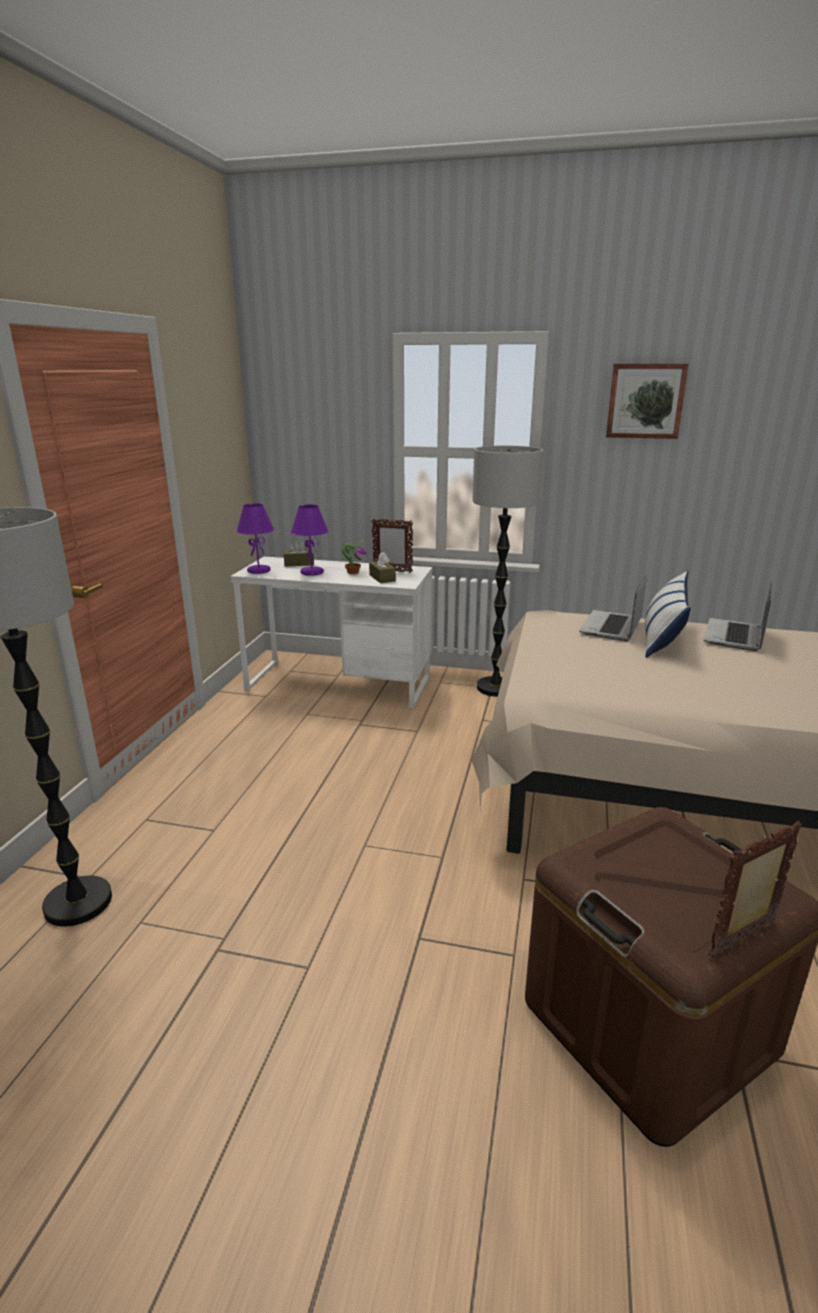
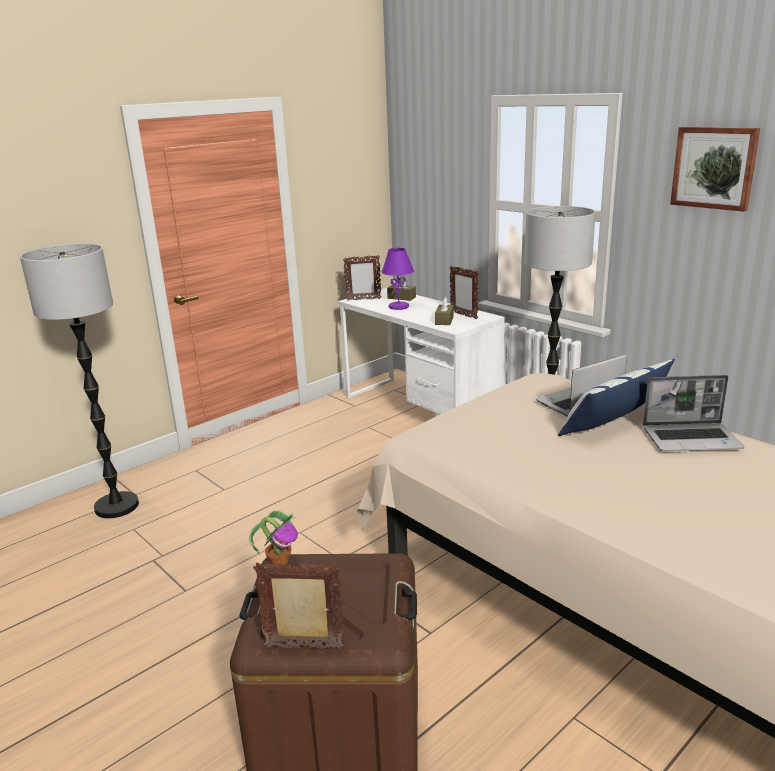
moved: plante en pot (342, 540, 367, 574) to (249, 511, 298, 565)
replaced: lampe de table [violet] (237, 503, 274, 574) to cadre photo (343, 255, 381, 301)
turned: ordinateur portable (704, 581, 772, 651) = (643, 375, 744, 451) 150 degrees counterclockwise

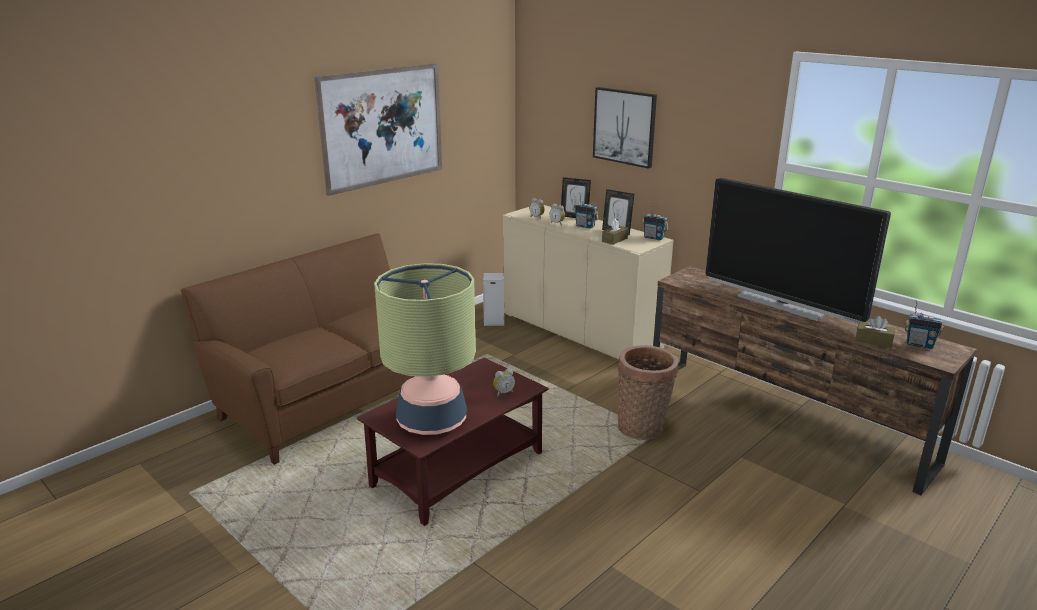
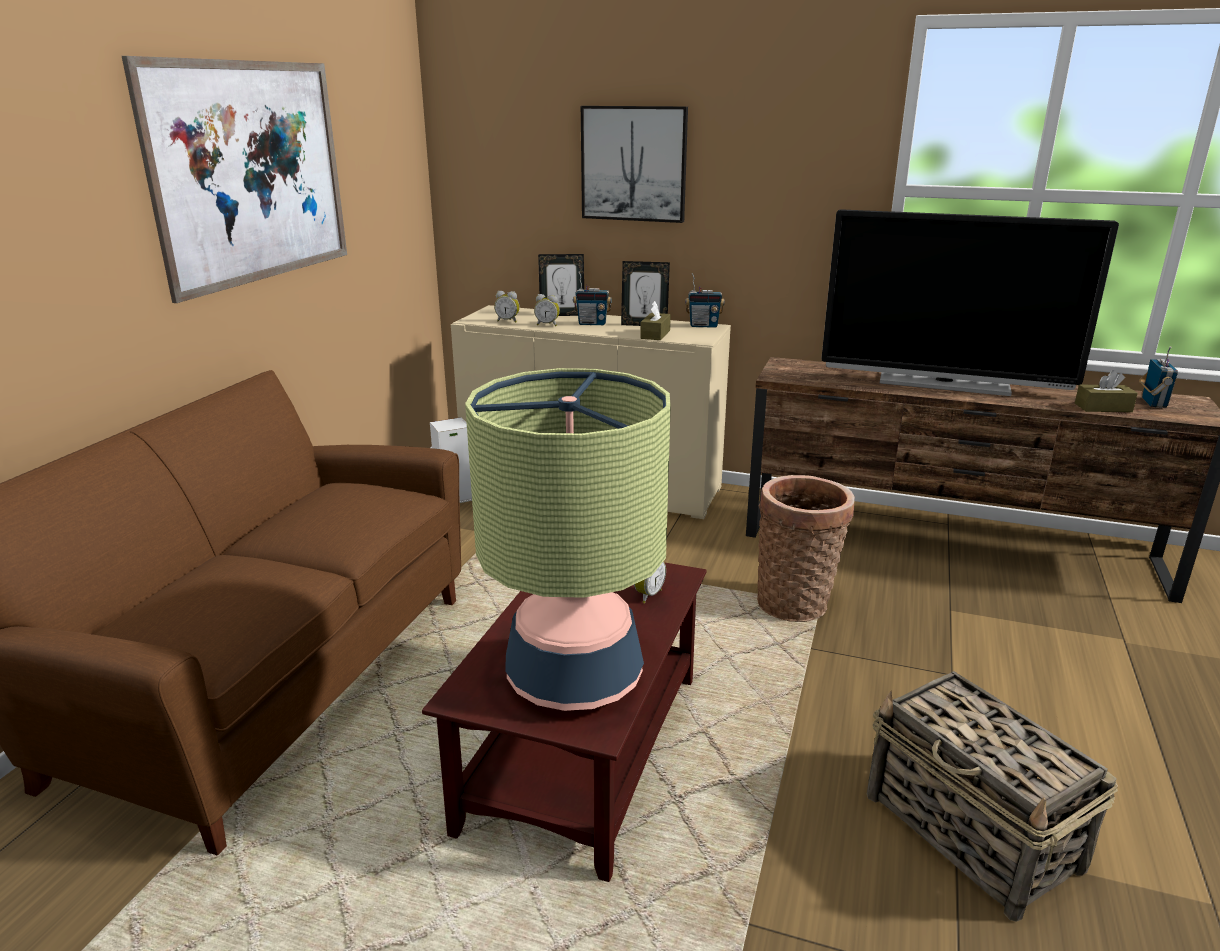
added: panier (867, 671, 1118, 922)
turned: radio (905, 300, 944, 349) = (1139, 346, 1178, 408) 75 degrees counterclockwise

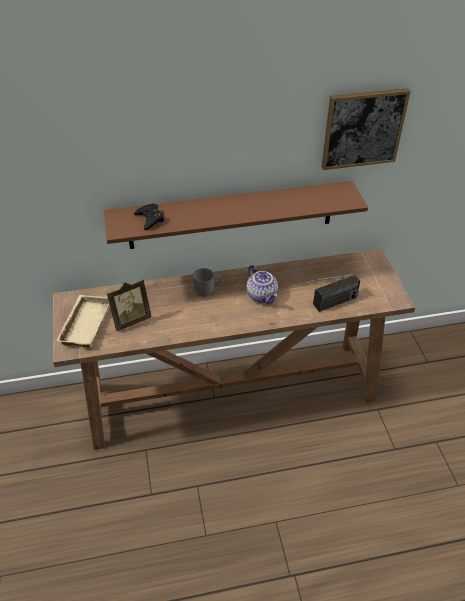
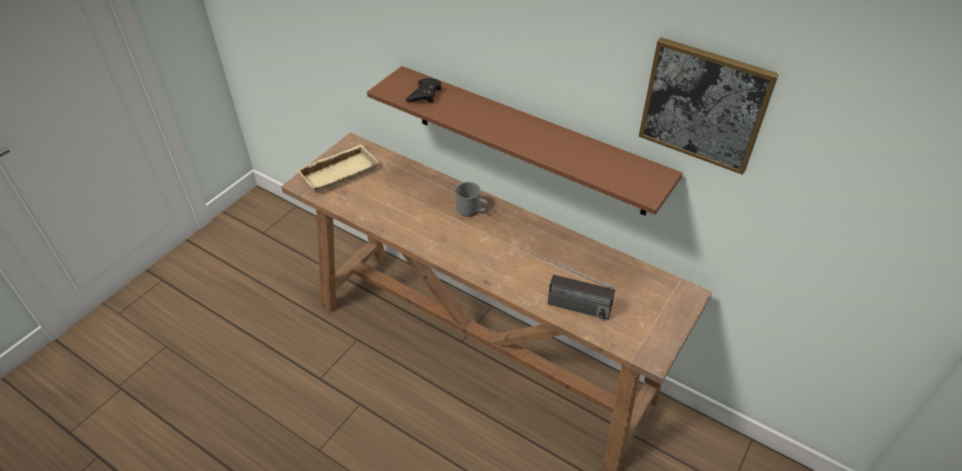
removed: cadre photo (107, 280, 151, 331); théière (247, 265, 278, 304)

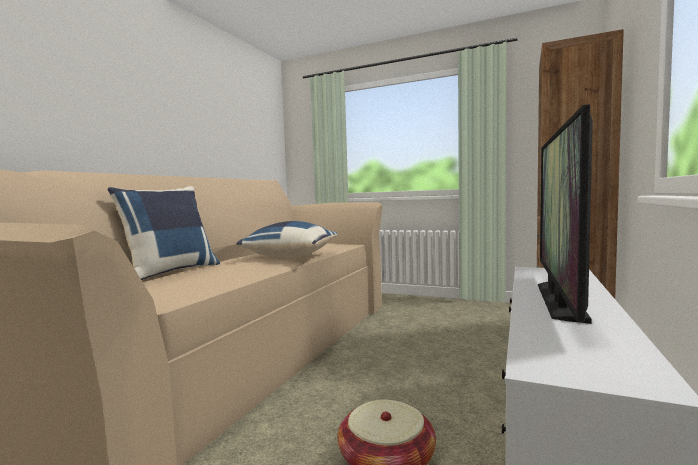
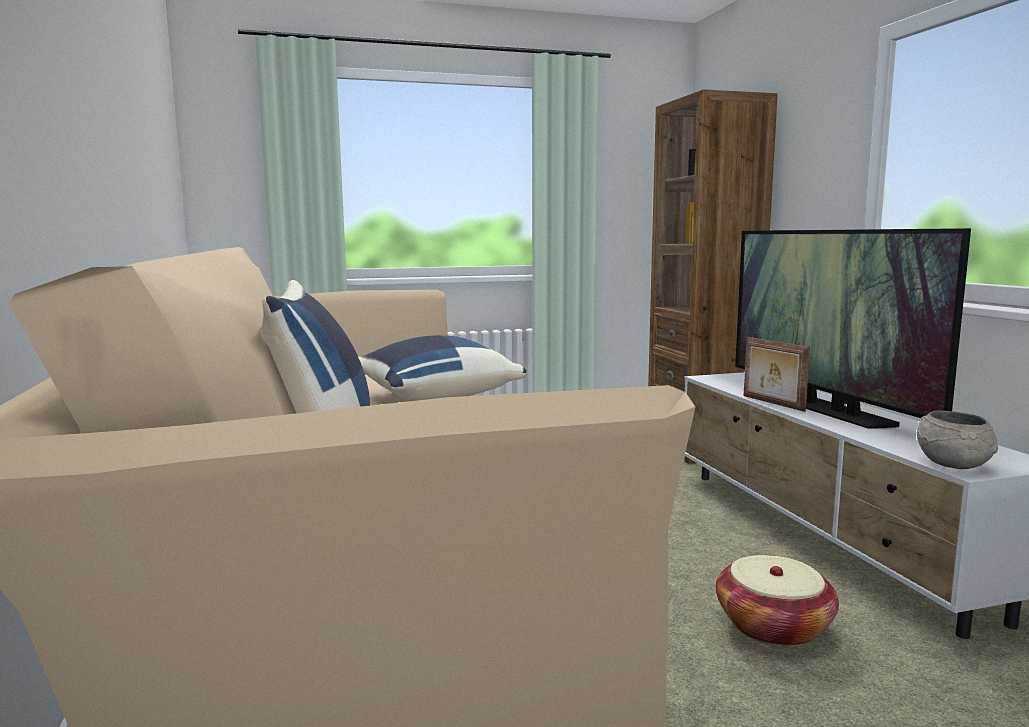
added: cadre photo (744, 337, 810, 412); bol [gris] (917, 410, 998, 469)

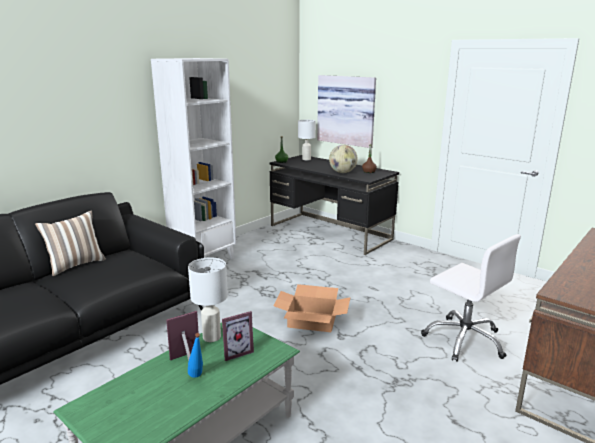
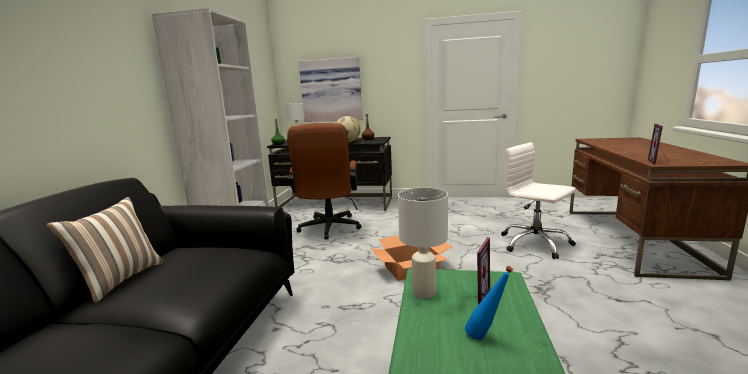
added: chaise de bureau [marron] (287, 123, 362, 240)
moved: cadre photo (166, 311, 199, 361) to (648, 124, 669, 165)
turned: chaise de bureau [blanc] (421, 234, 521, 362) = (501, 143, 576, 259) 150 degrees counterclockwise

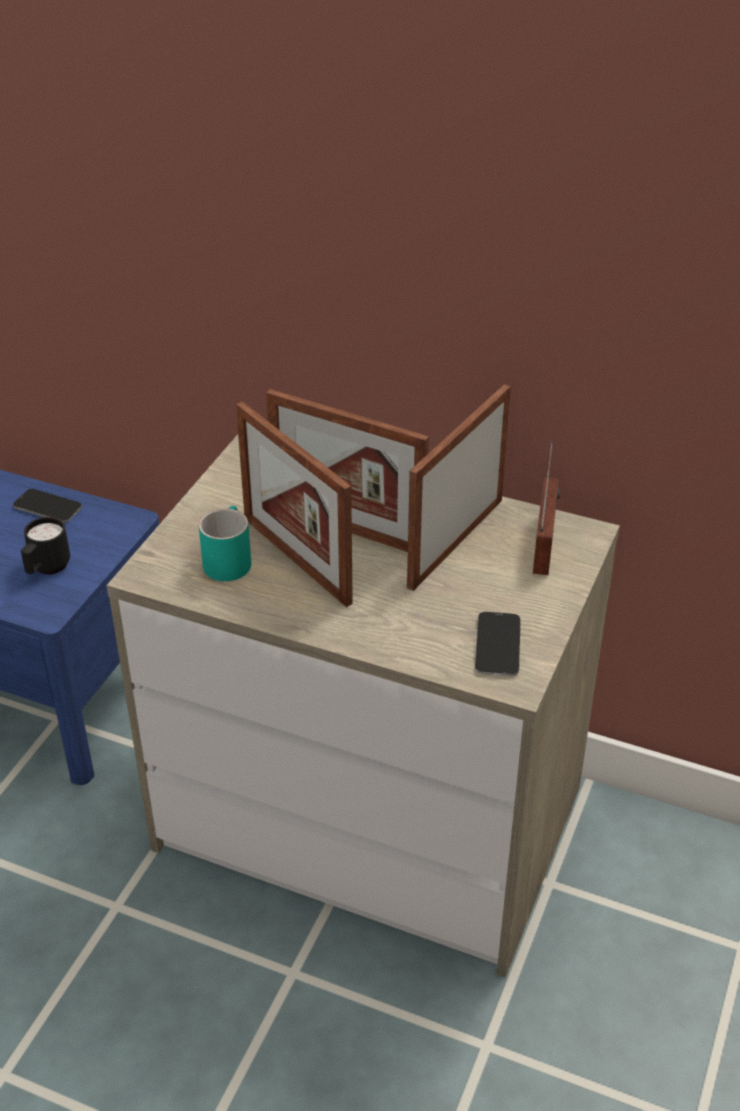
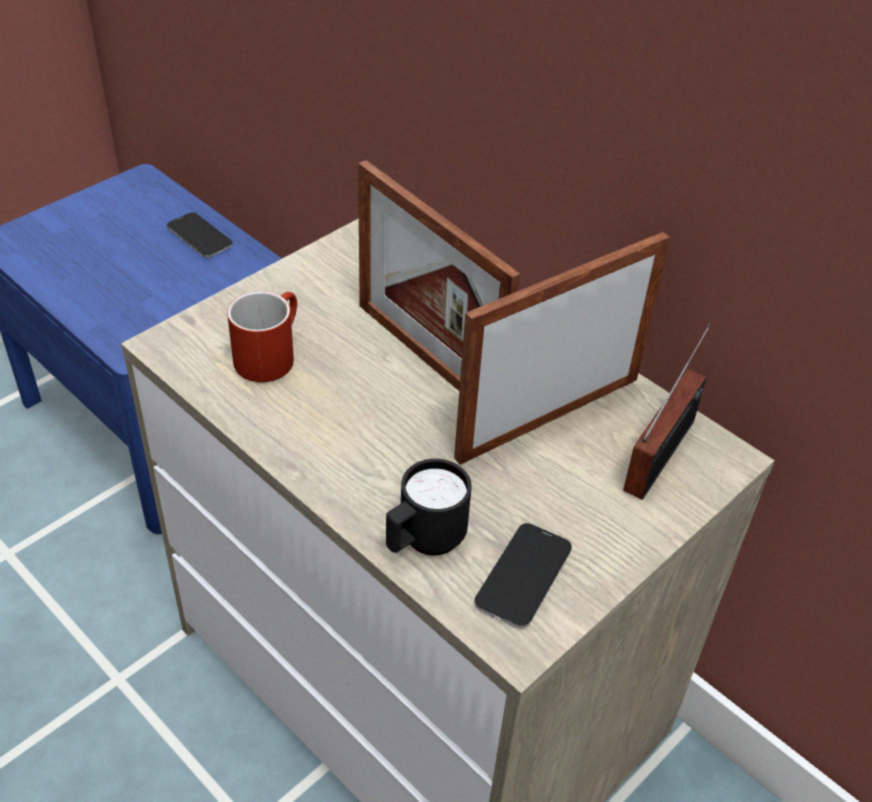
removed: cadre photo (236, 402, 353, 607)
moved: mug [noir] (21, 517, 70, 574) to (386, 459, 472, 555)
recoloured: mug [turquoise] (199, 506, 251, 581) to mug [rouge] (227, 291, 297, 382)

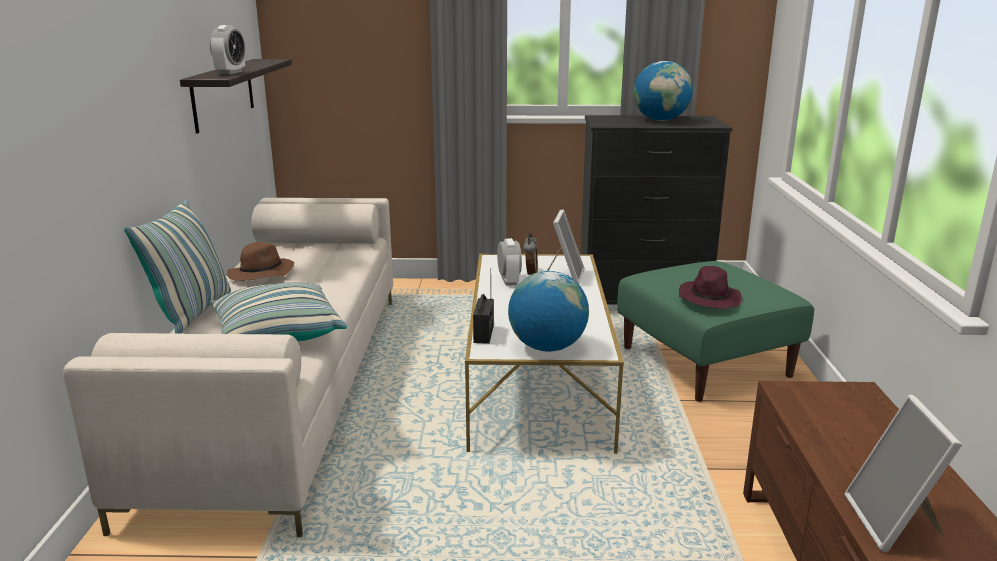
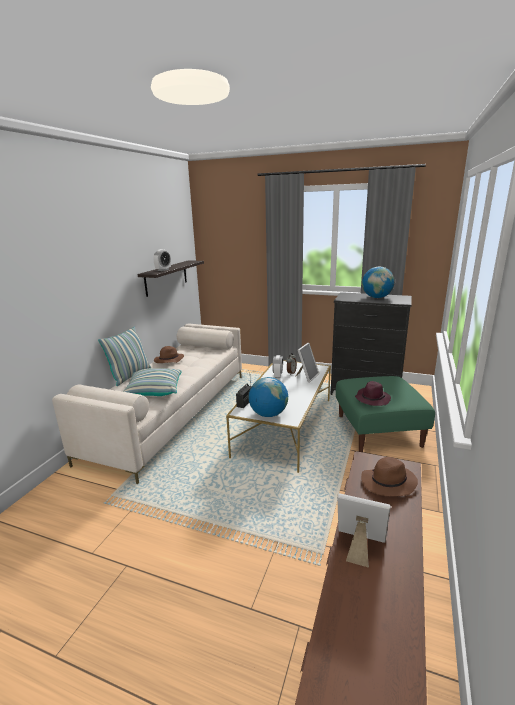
added: chapeau [marron] (361, 457, 418, 496)
turned: cadre photo (844, 395, 962, 552) = (337, 493, 390, 568) 90 degrees clockwise

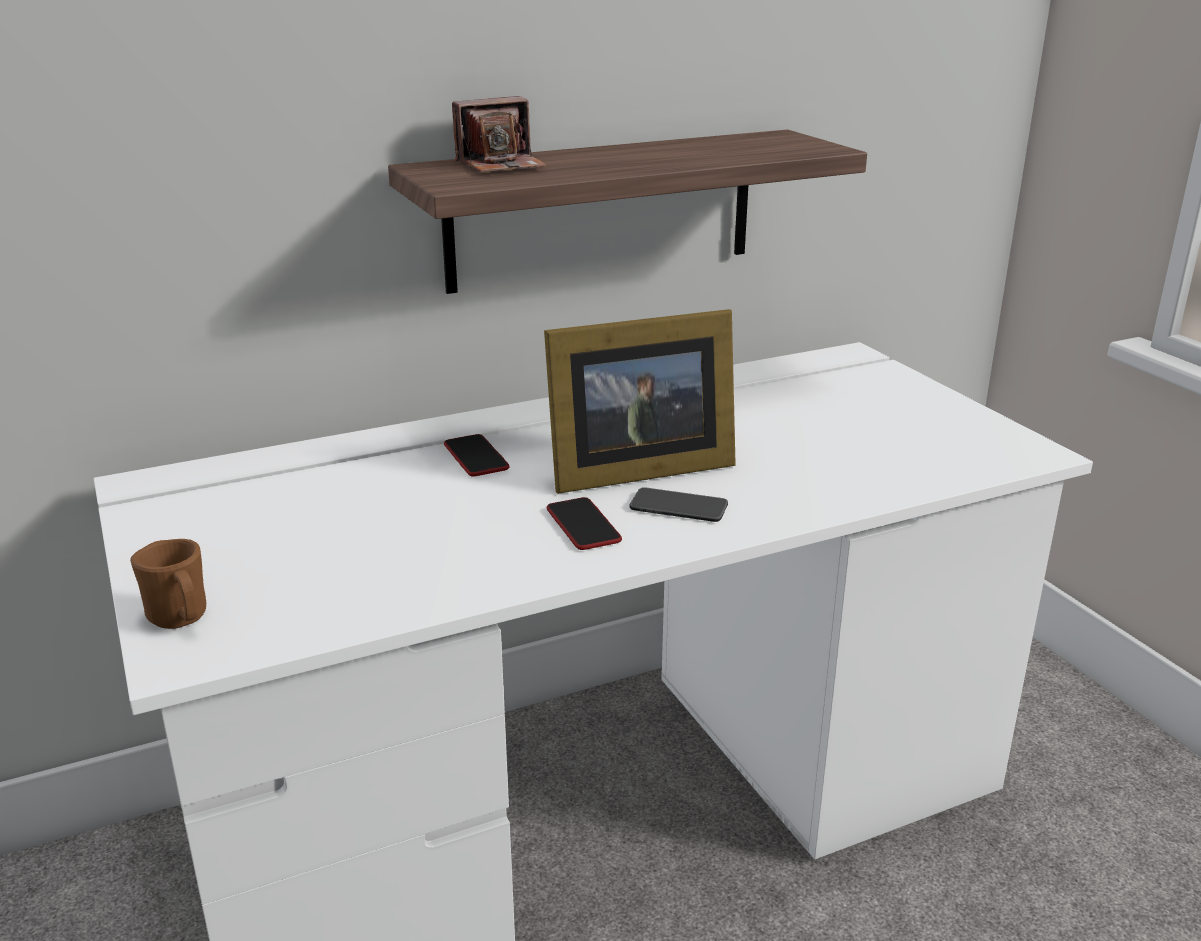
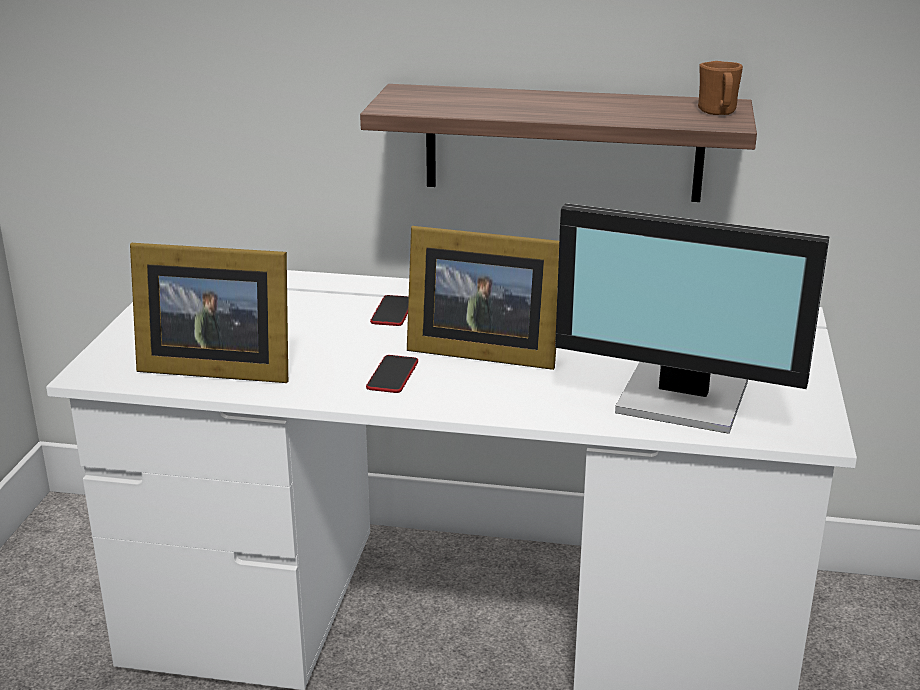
removed: appareil photo (452, 96, 547, 172); téléphone (629, 487, 728, 522)
added: cadre photo (130, 243, 288, 383); écran d'ordinateur (555, 203, 830, 434)
moved: mug [marron] (130, 539, 206, 629) to (698, 61, 743, 115)

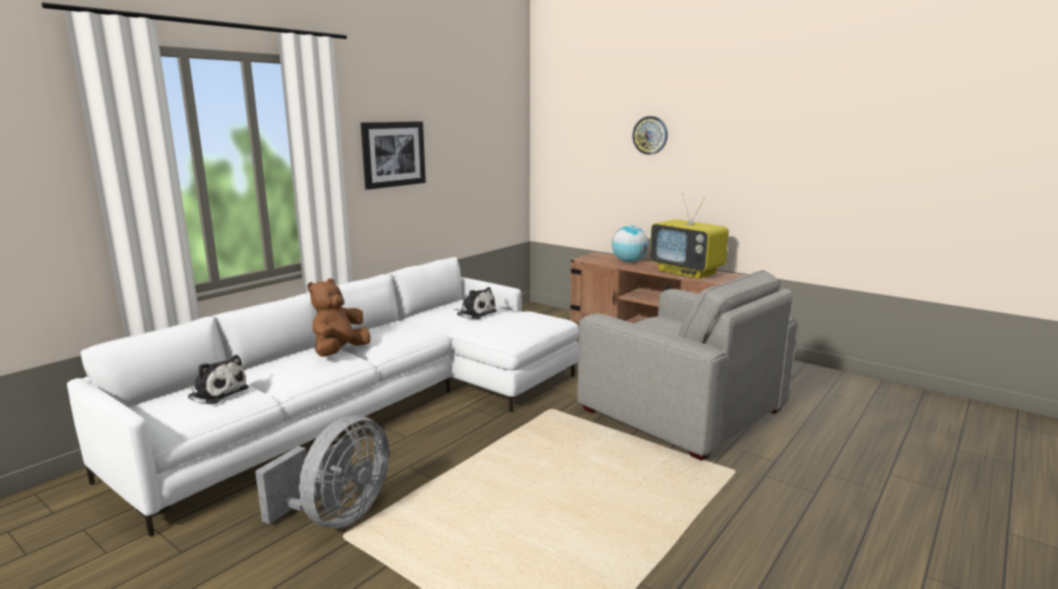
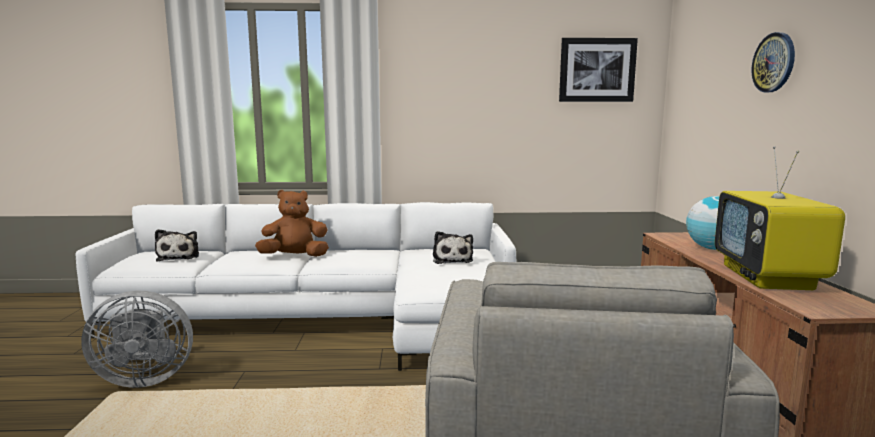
moved: tableau (361, 121, 426, 190) to (559, 38, 638, 102)

